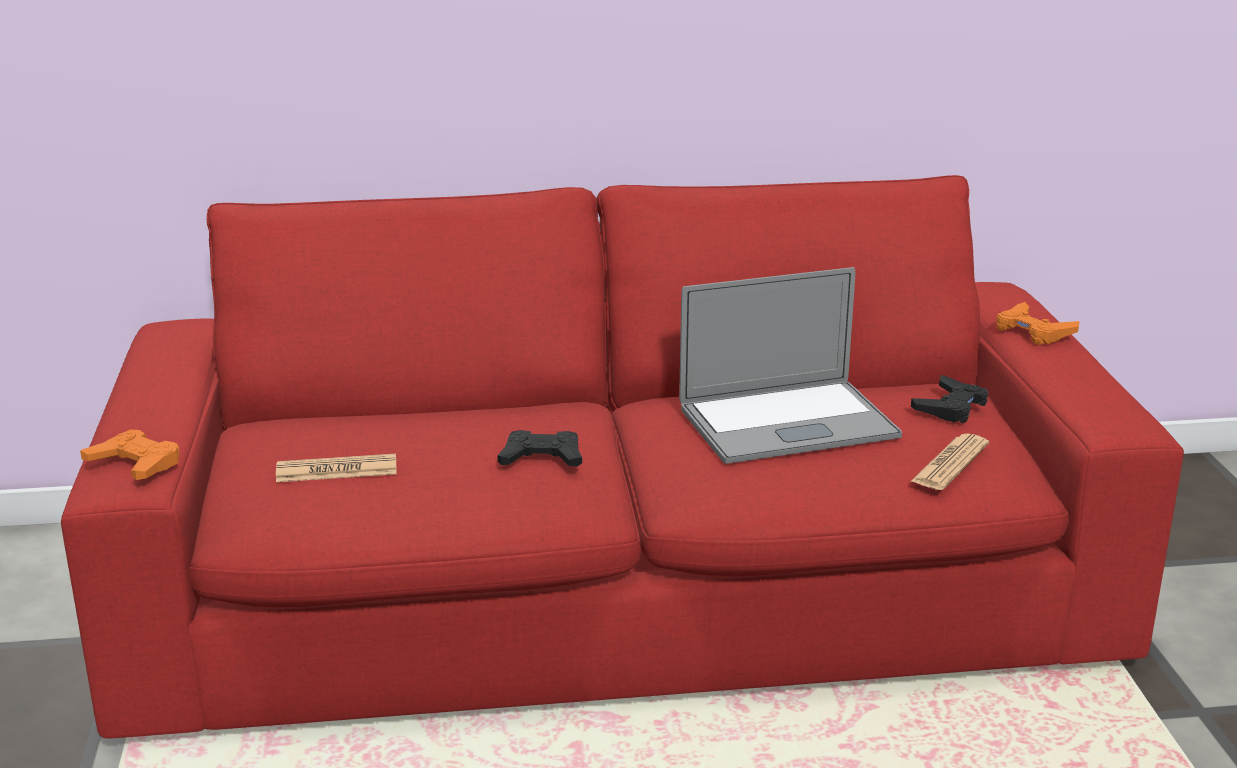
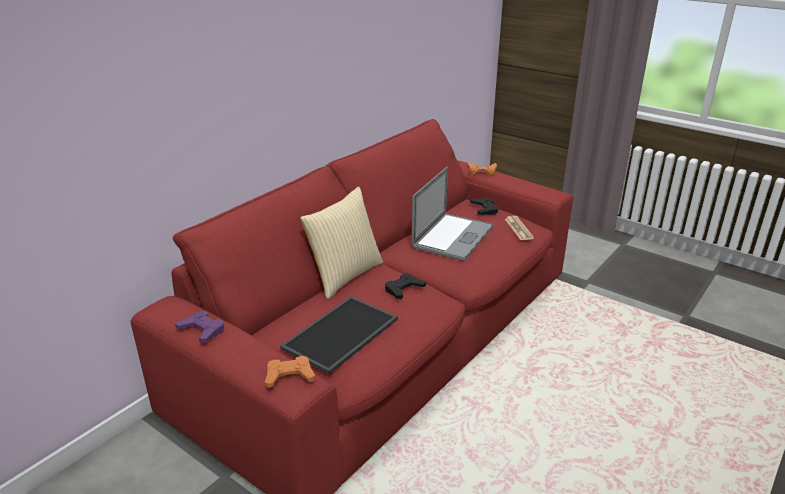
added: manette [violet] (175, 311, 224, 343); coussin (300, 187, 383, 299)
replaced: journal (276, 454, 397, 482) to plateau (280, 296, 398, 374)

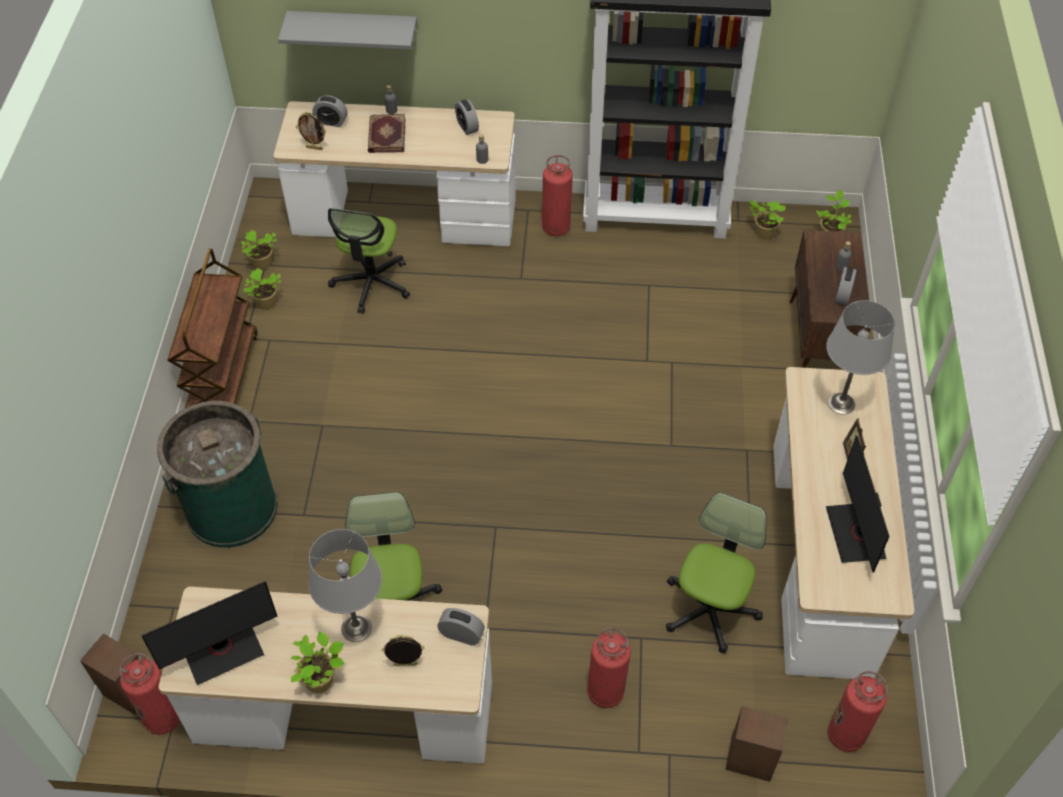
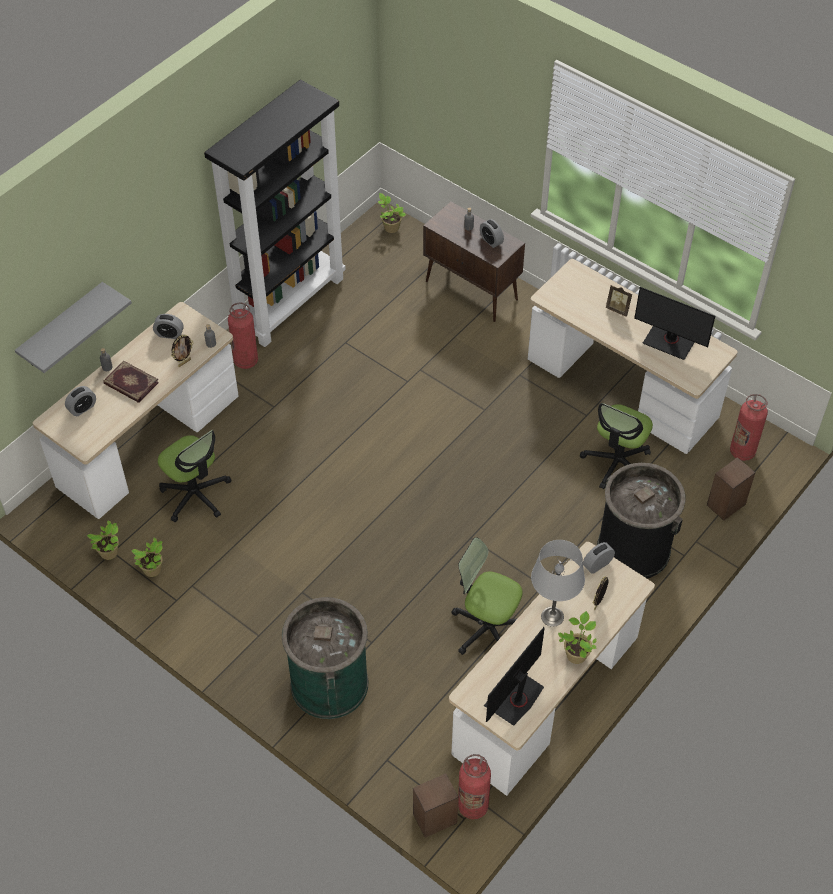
removed: chariot [marron] (167, 249, 257, 408); plante en pot (749, 200, 786, 239); lampe de table [gris] (826, 300, 895, 415)
moved: cadre photo (296, 112, 326, 150) to (171, 335, 193, 367)
replaced: extincteur (587, 628, 631, 708) to poubelle [noir] (597, 463, 686, 578)
turned: écran d'ordinateur (141, 581, 277, 685) = (484, 627, 545, 726) 150 degrees counterclockwise; chaise de bureau (666, 493, 766, 654) = (580, 403, 653, 489) 120 degrees counterclockwise

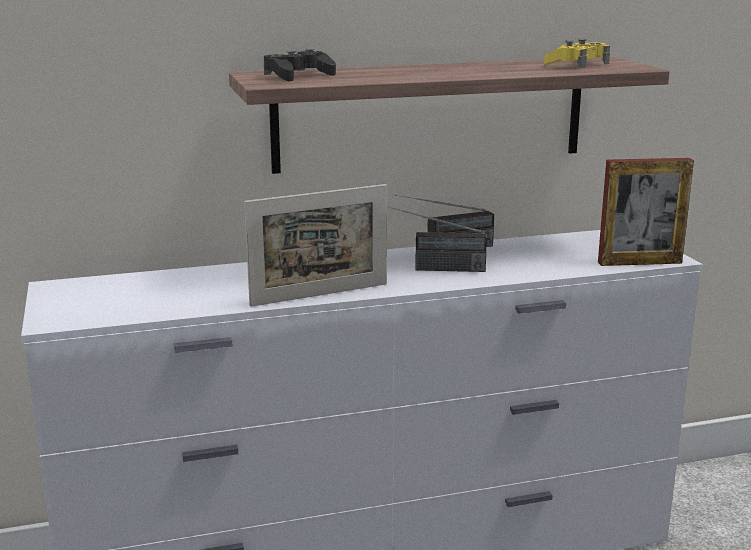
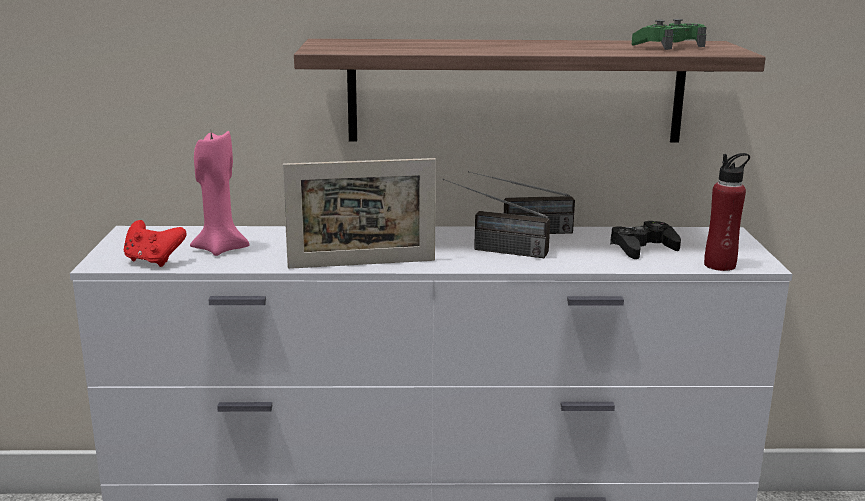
added: manette [rouge] (124, 220, 187, 267); bougie [rose] (190, 131, 250, 256)
moved: manette [noir] (264, 48, 336, 81) to (610, 221, 681, 259)
replaced: cadre photo (598, 158, 694, 266) to bouteille [rouge] (704, 153, 750, 271)
recoloured: manette [jaune] (544, 39, 610, 68) to manette [vert] (632, 19, 706, 50)

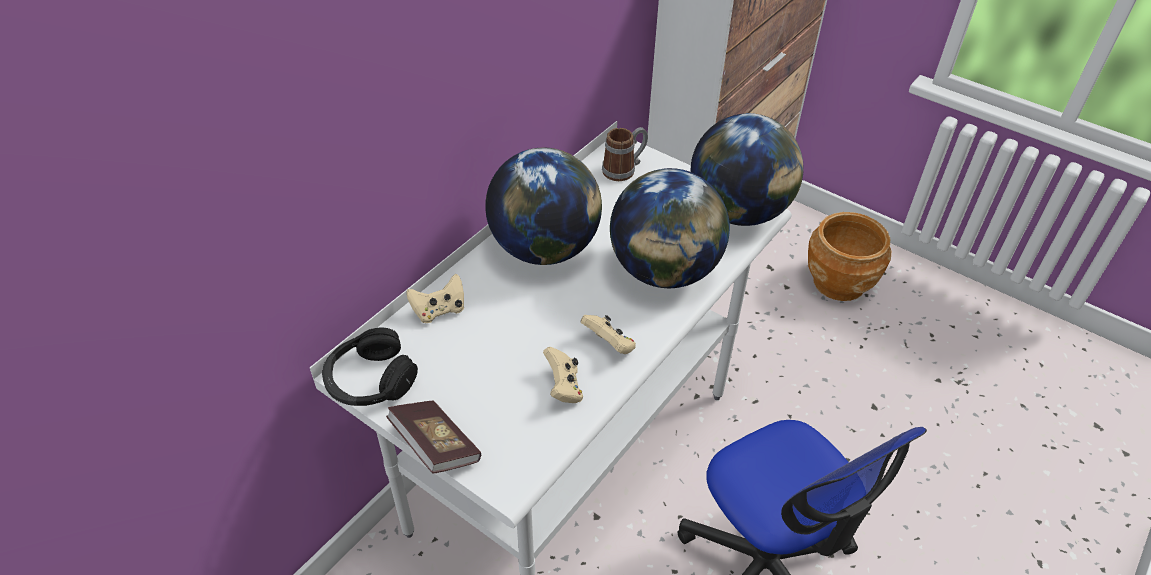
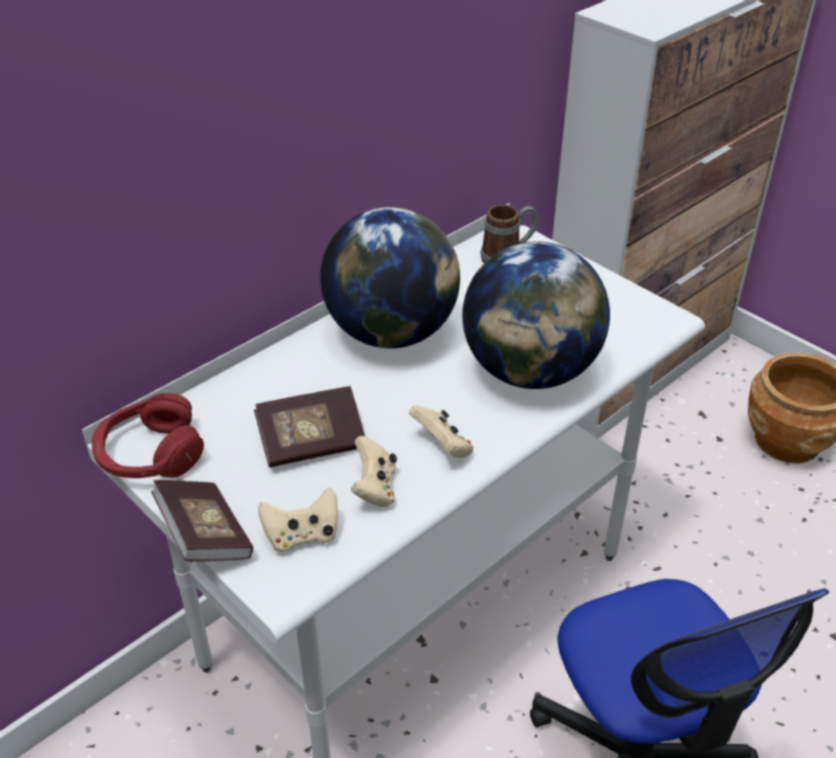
removed: globe (690, 113, 804, 226)
added: livre (254, 386, 365, 467)
moved: manette [beige] (406, 274, 464, 323) to (258, 488, 338, 553)
recoloured: casque audio [noir] (322, 328, 418, 406) to casque audio [rouge] (91, 393, 204, 478)

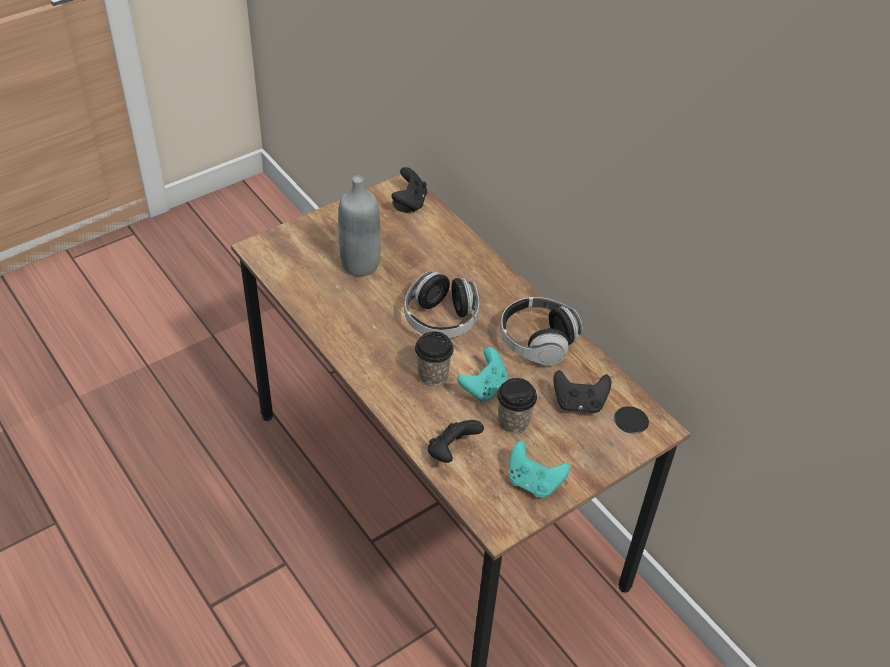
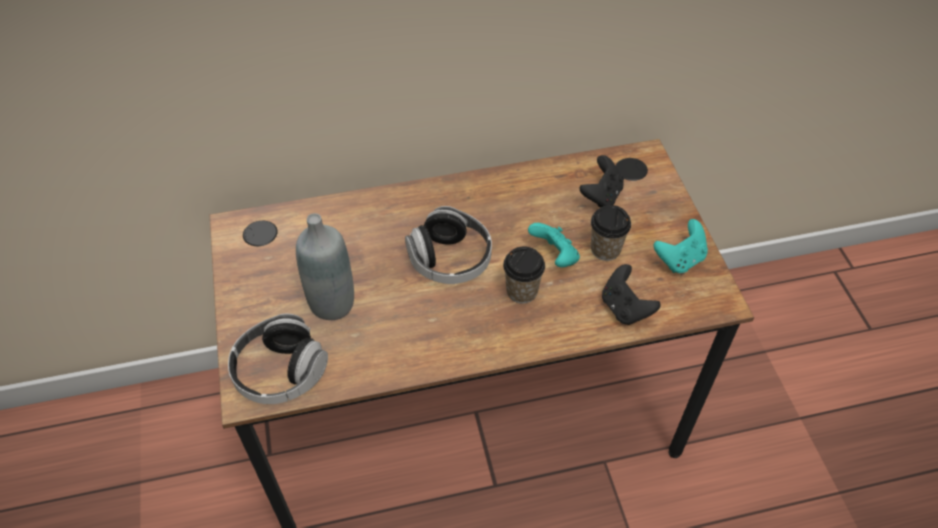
removed: manette [noir] (391, 167, 427, 212)
moved: casque audio (501, 297, 583, 366) to (228, 314, 328, 404)

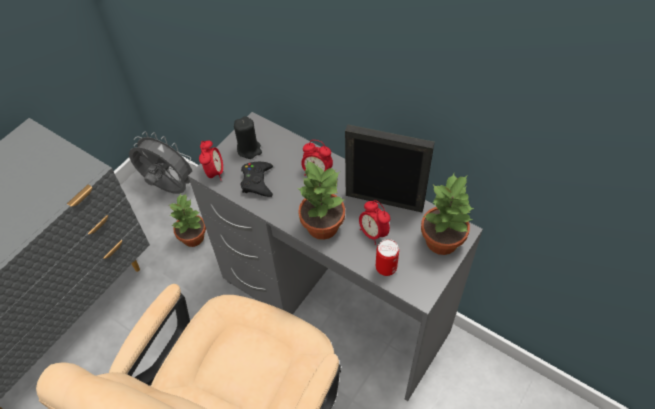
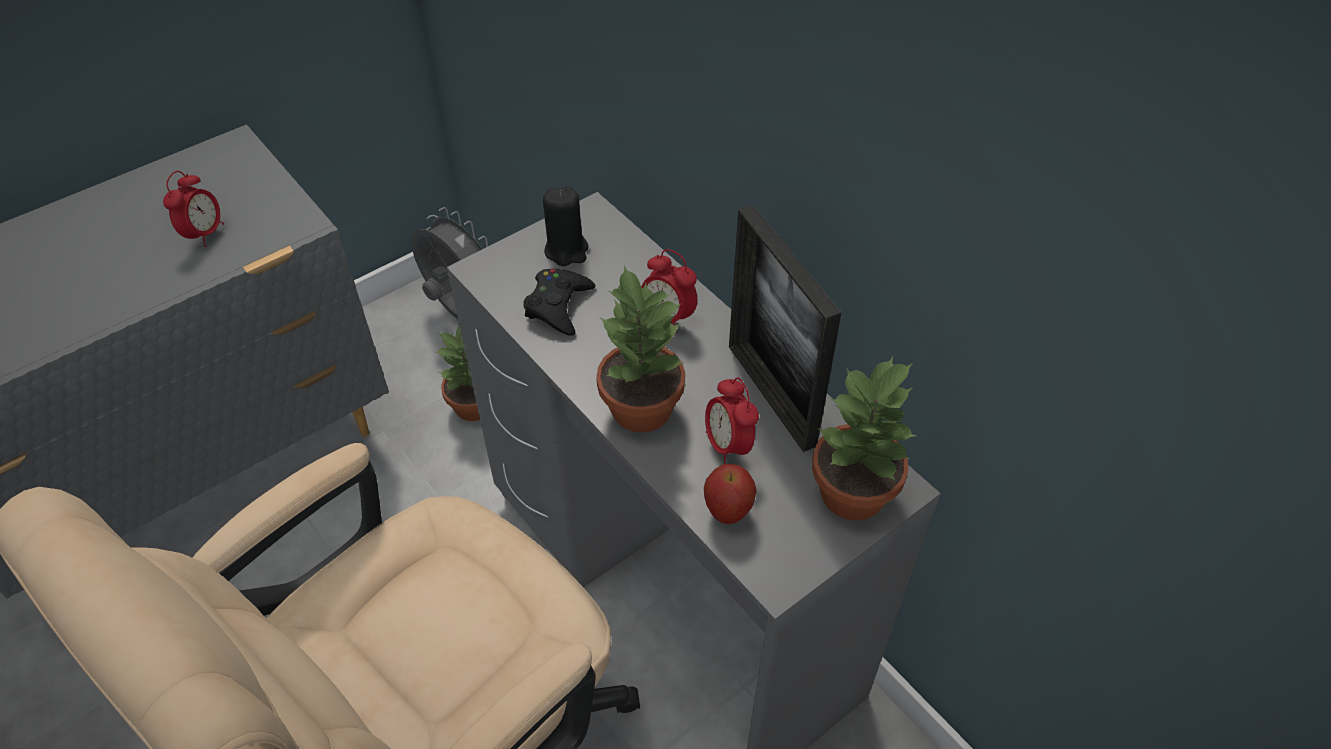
moved: réveil (199, 141, 223, 179) to (163, 171, 224, 247)
replaced: boîte métallique (376, 239, 399, 276) to pomme (704, 464, 757, 524)
turned: cadre photo (345, 124, 435, 212) = (729, 205, 842, 452) 150 degrees counterclockwise

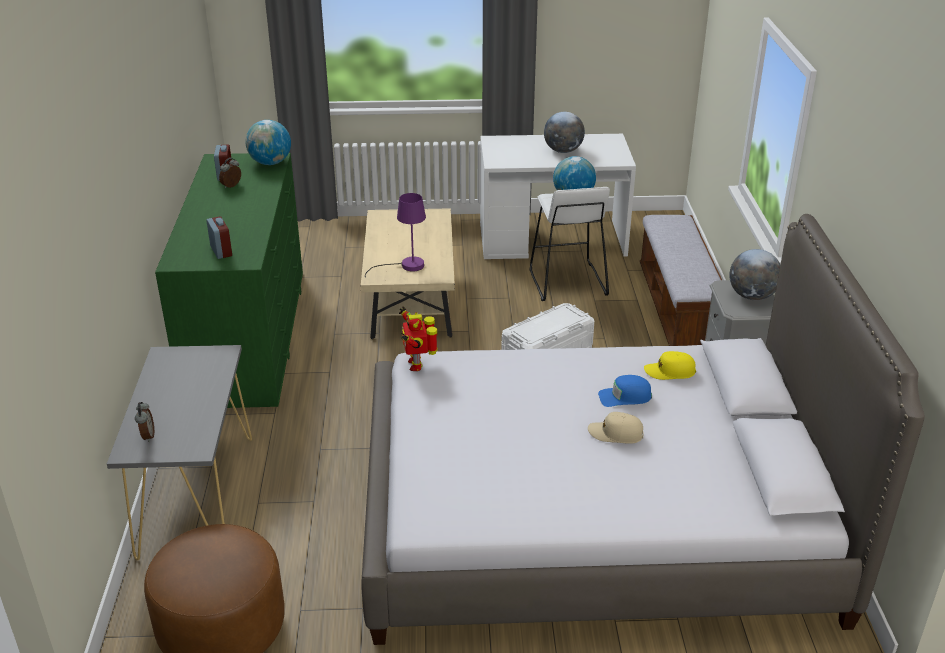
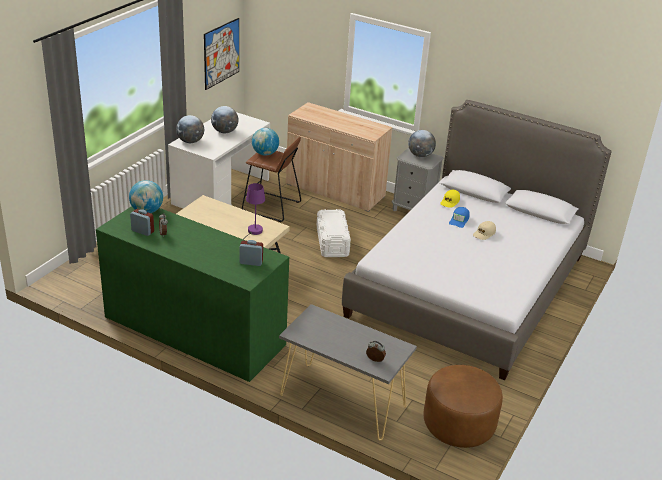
removed: robot jouet (399, 306, 438, 371)
added: globe (176, 115, 204, 143); tableau (204, 18, 239, 90)
replaced: banc (640, 215, 722, 346) to meuble de rangement [beige] (286, 102, 393, 212)
recoloured: tabouret [blanc] (530, 187, 610, 301) to tabouret [marron] (242, 137, 301, 222)

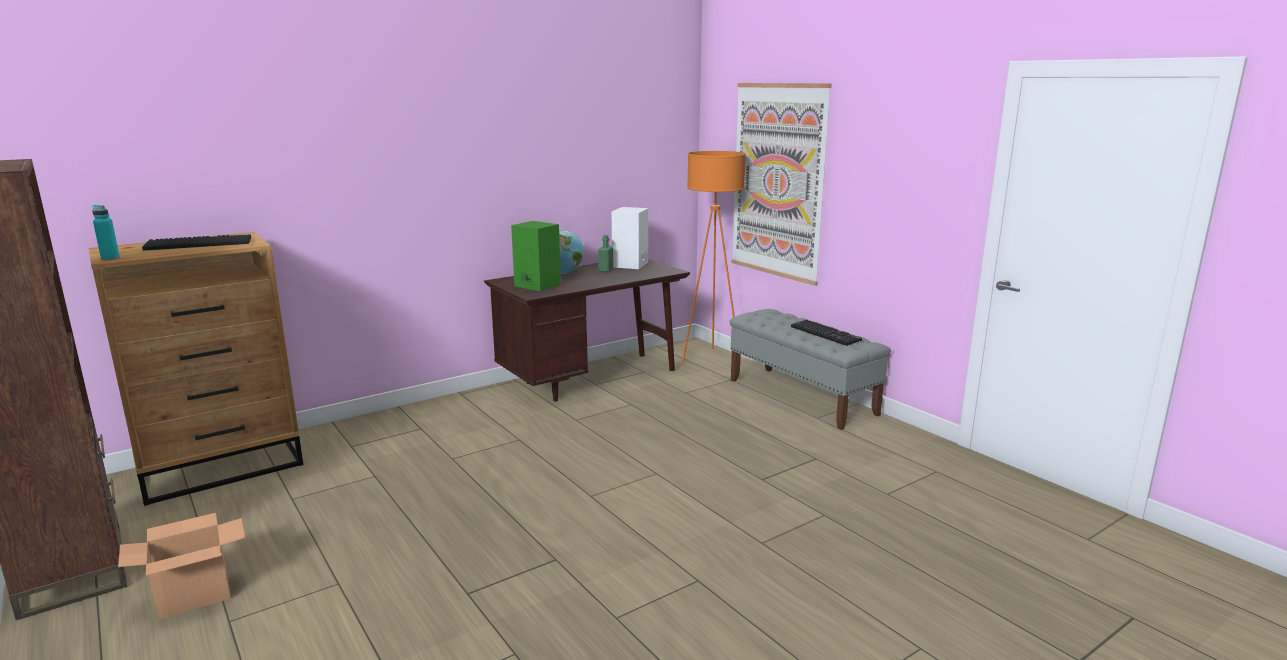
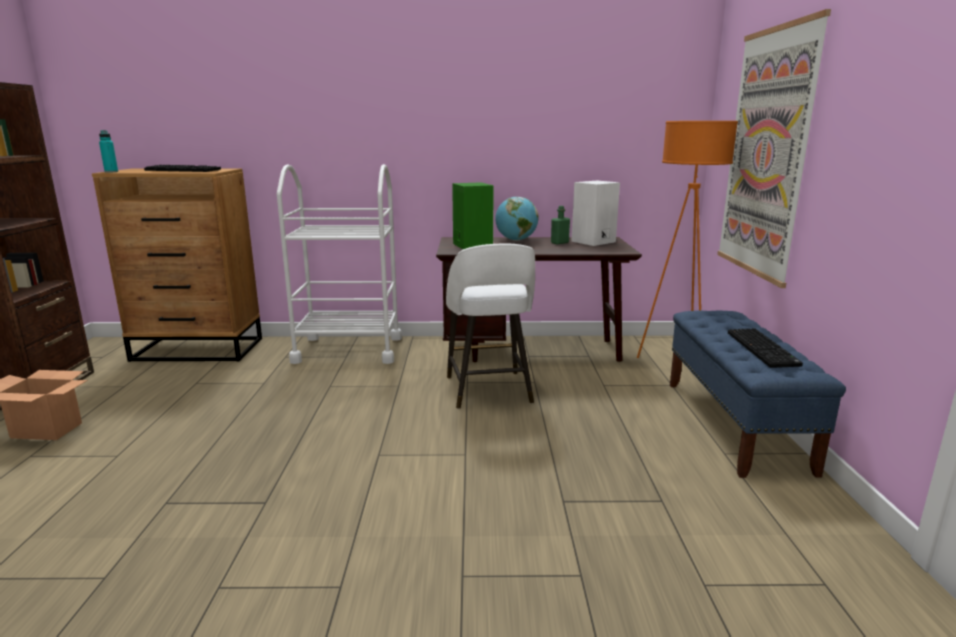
added: chariot [blanc] (277, 164, 402, 364); tabouret [blanc] (446, 244, 535, 409)
recoloured: banc [gris] (730, 309, 891, 430) to banc [bleu] (670, 310, 846, 478)

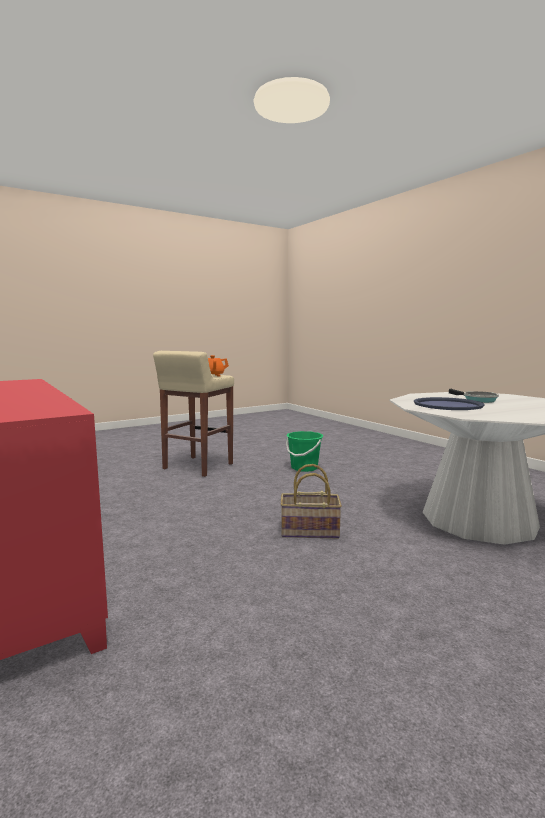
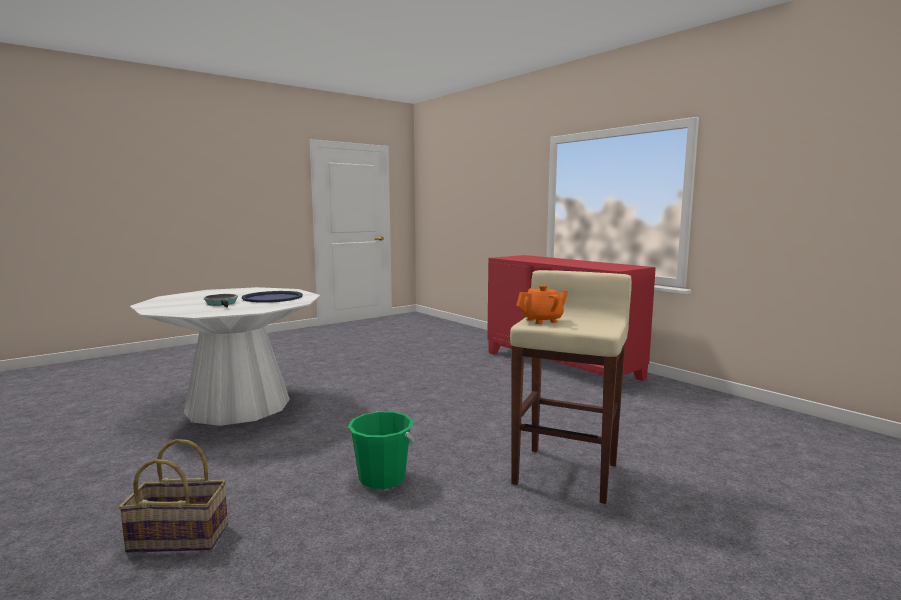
moved: panier (281, 464, 342, 538) to (118, 439, 228, 553)

